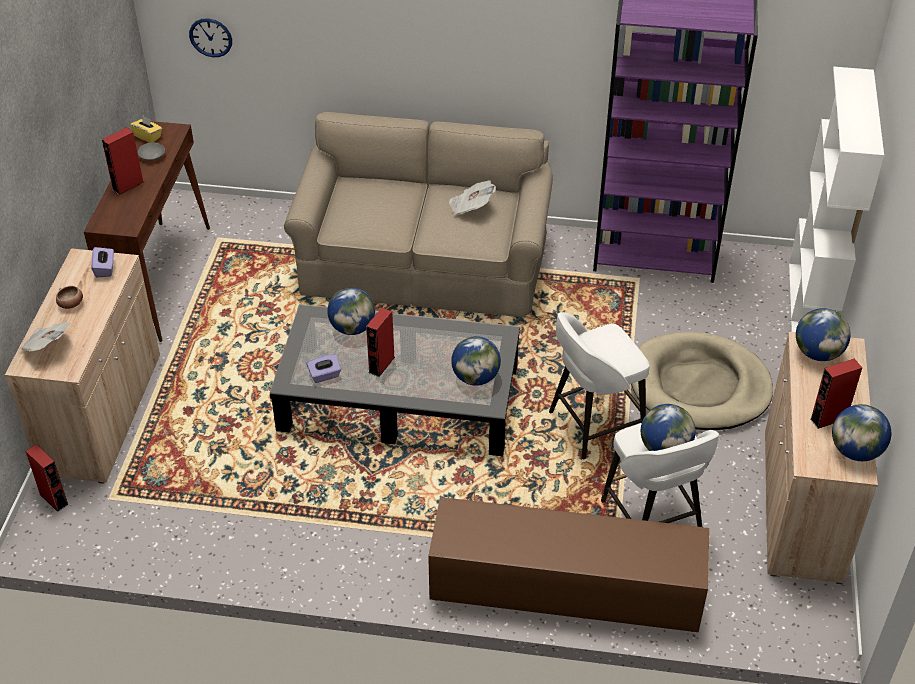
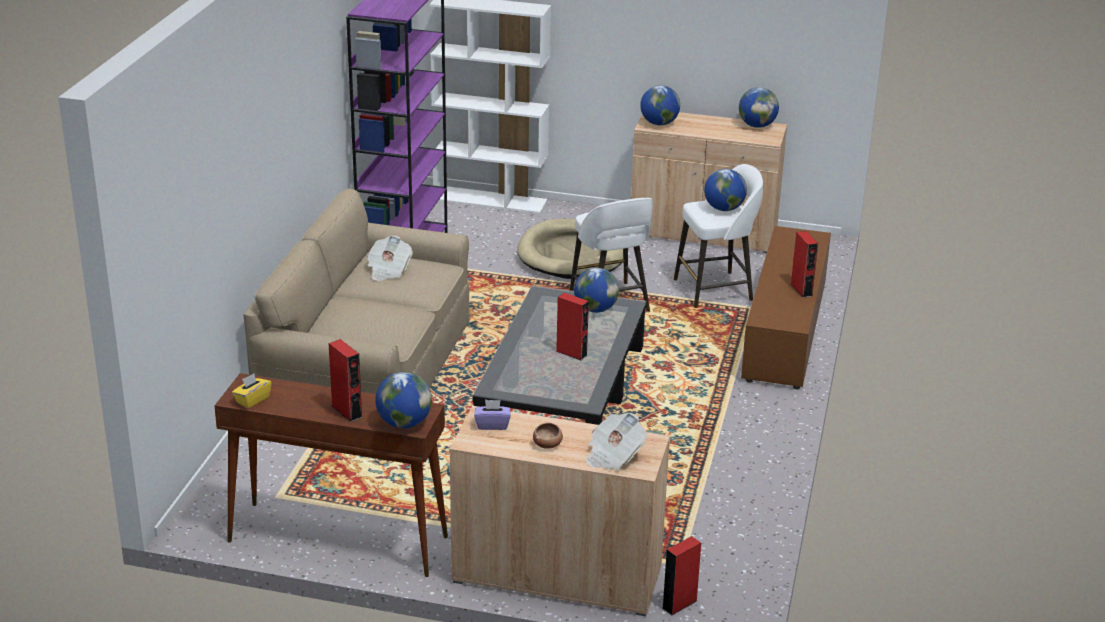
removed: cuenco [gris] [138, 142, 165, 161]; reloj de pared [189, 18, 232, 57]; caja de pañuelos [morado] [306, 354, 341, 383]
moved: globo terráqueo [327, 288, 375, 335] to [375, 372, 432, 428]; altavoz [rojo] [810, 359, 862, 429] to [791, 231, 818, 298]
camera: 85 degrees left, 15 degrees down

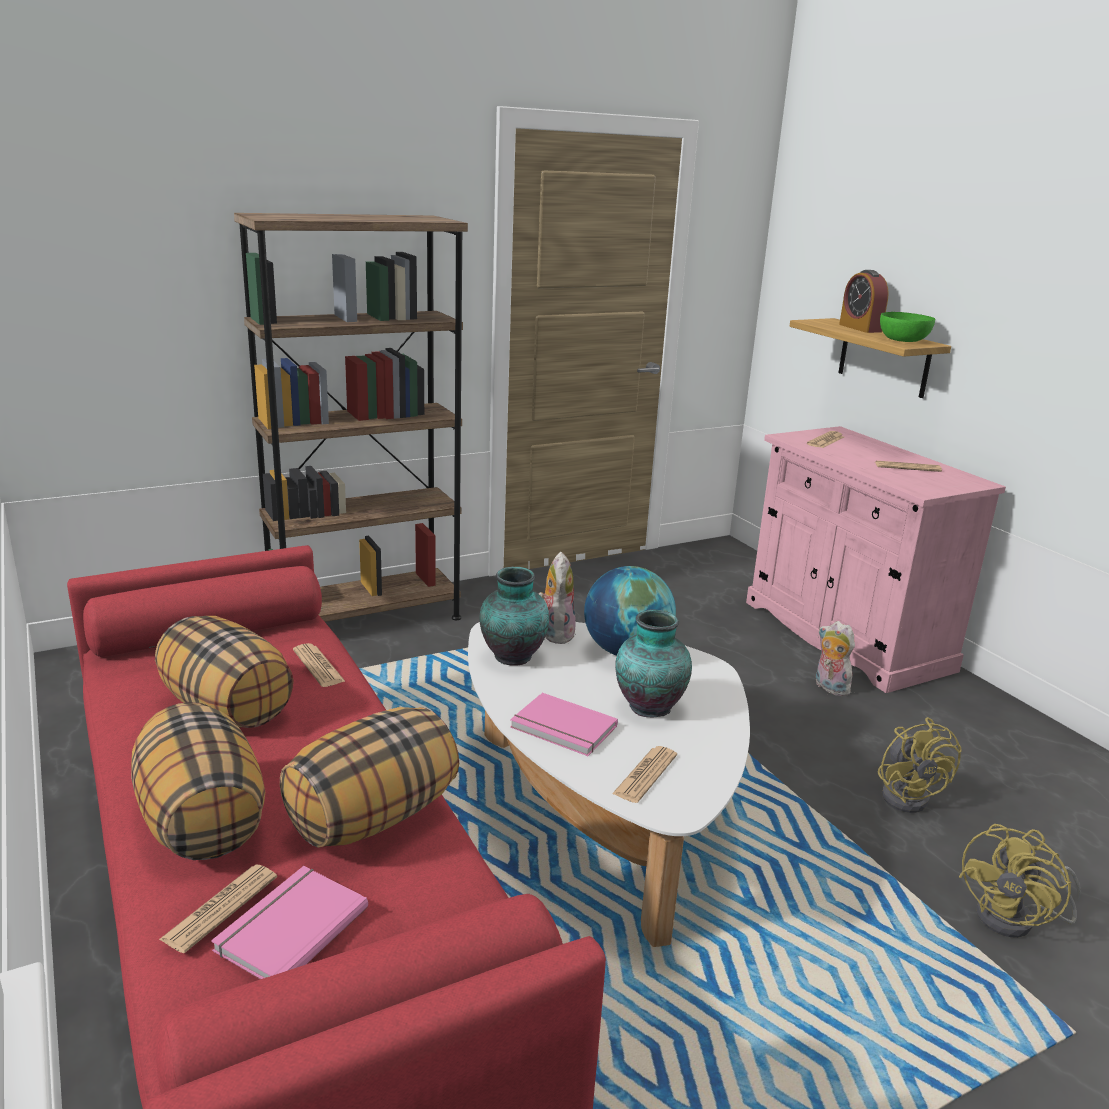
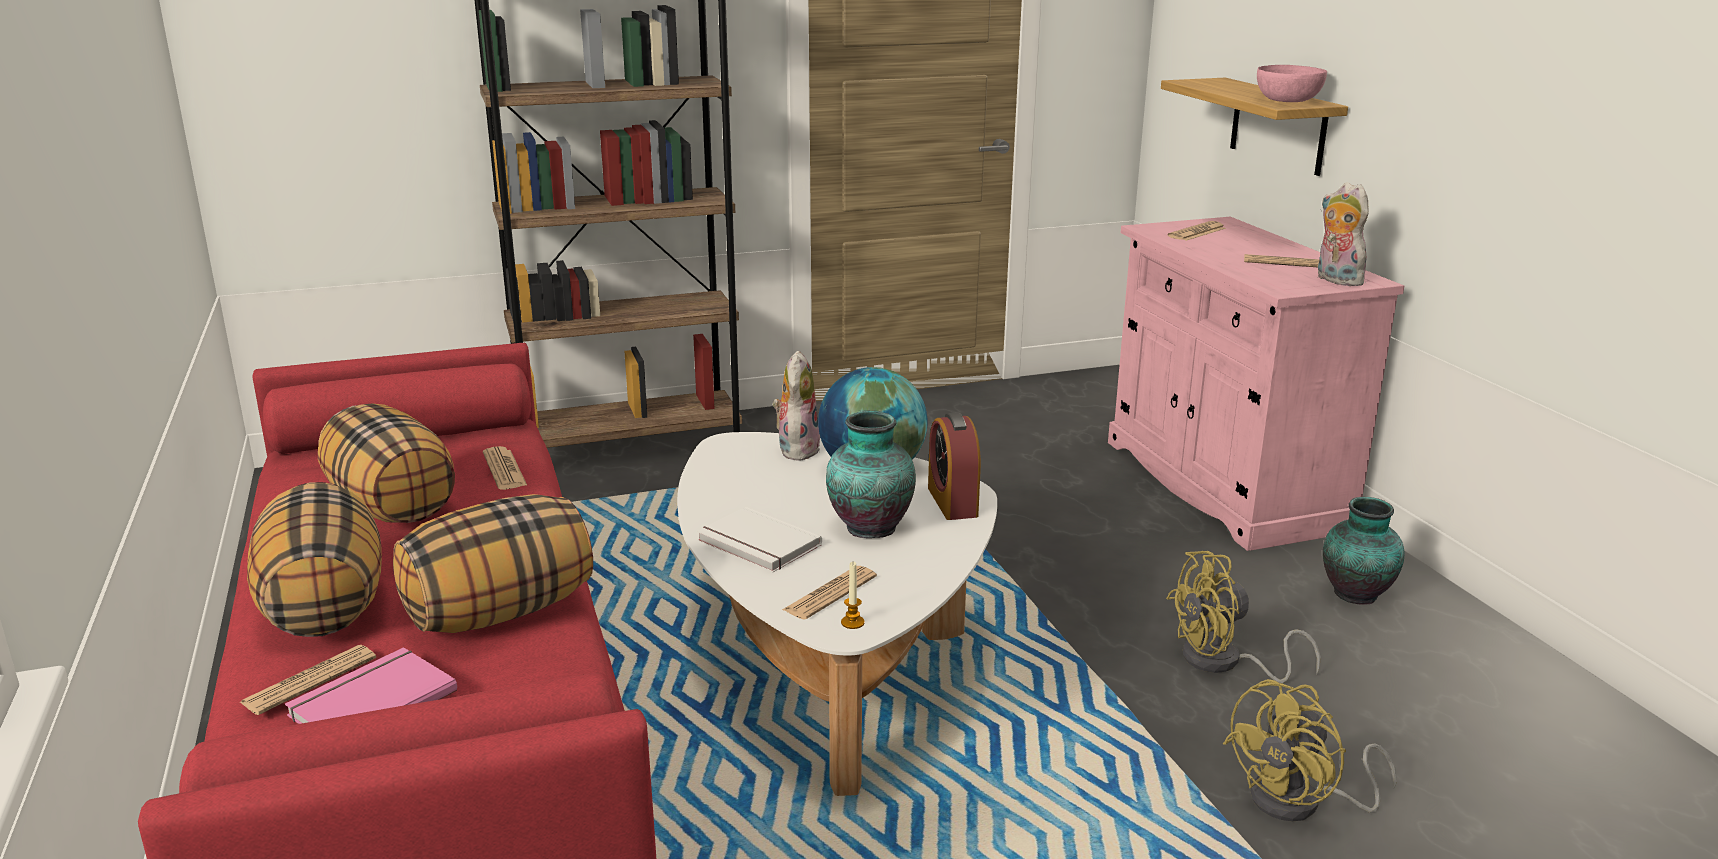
added: vela [841, 562, 865, 629]
moved: florero [479, 567, 549, 666] to [1323, 497, 1405, 605]; peluche [816, 621, 855, 696] to [1318, 182, 1369, 286]; despertador [839, 270, 889, 333] to [928, 412, 981, 520]
recoloured: libro [rosa] [510, 693, 618, 756] to libro [blanco] [697, 506, 822, 573]; cuenco [verde] [880, 312, 935, 342] to cuenco [rosa] [1257, 65, 1327, 102]
turned: ventilador [amarillo] [878, 717, 962, 813] = [1166, 551, 1321, 683] 75 degrees clockwise
camera: 10 degrees right, 0 degrees up

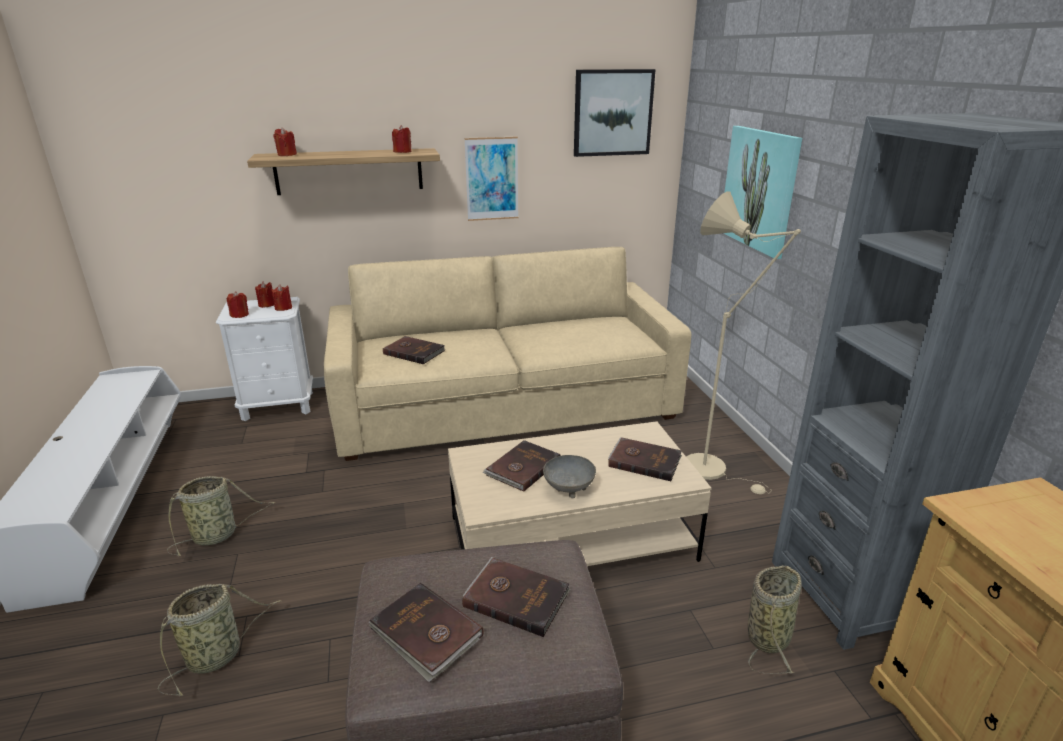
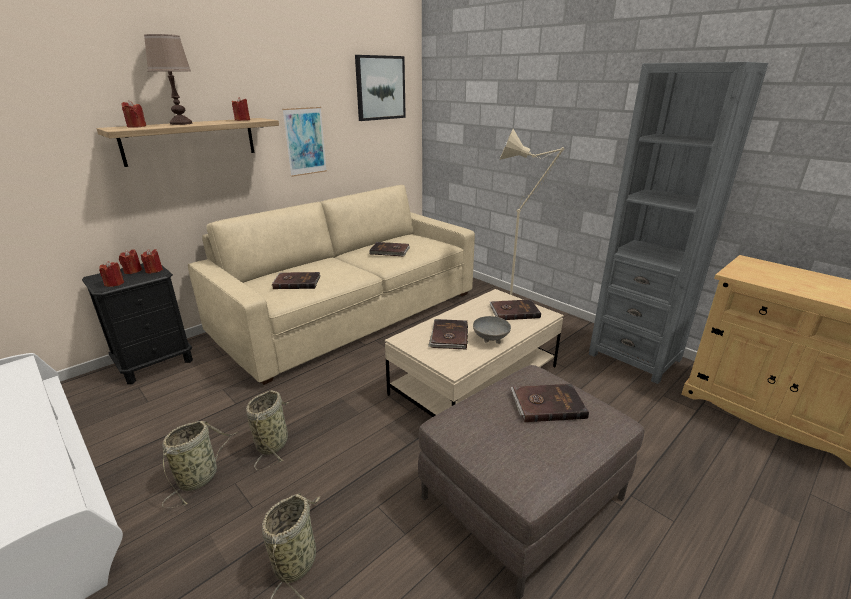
removed: cuadro [723, 126, 802, 259]
added: lámpara de mesa [marrón] [144, 34, 192, 125]
moved: libro [marrón] [369, 583, 483, 682] to [369, 242, 410, 257]; cesta [748, 565, 802, 674] to [246, 390, 288, 470]
recoloured: mesita de noche [blanco] [216, 297, 313, 421] to mesita de noche [negro] [82, 263, 193, 384]
camera: 30 degrees left, 0 degrees up

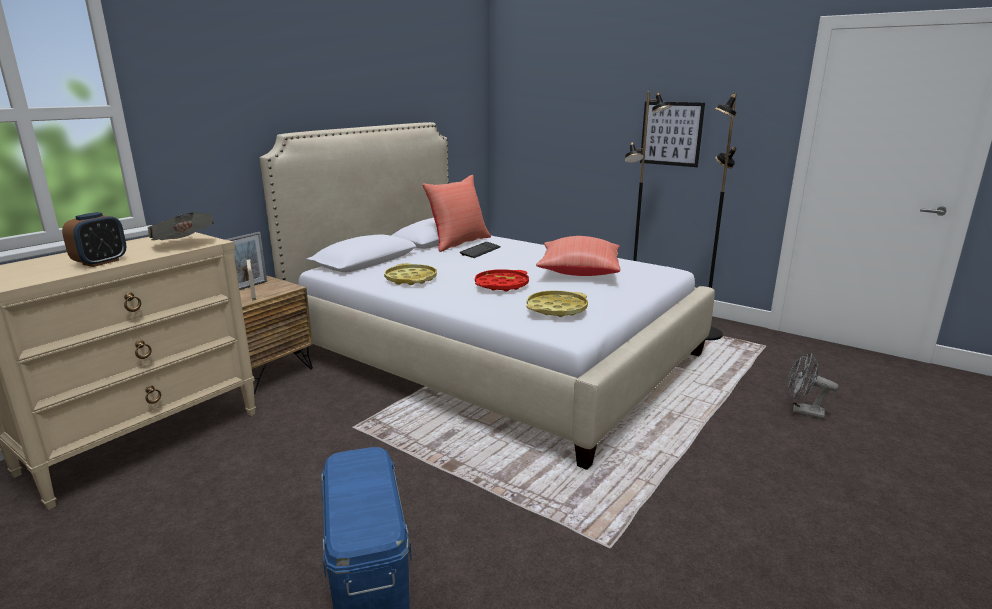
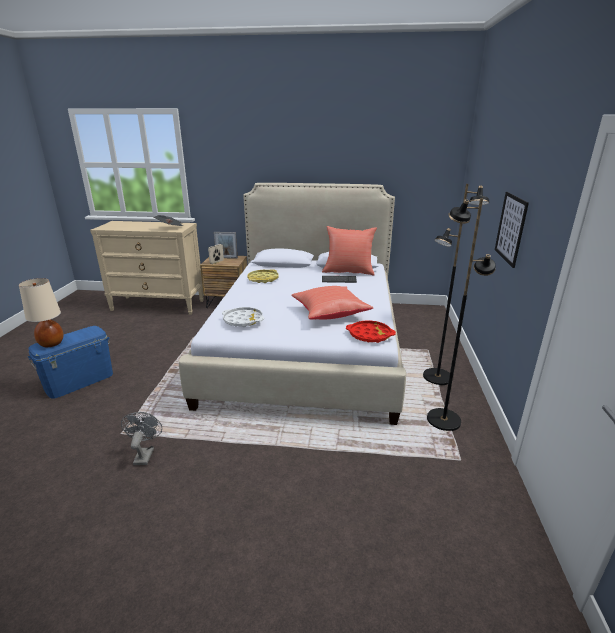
removed: despertador [62, 212, 126, 267]
added: lámpara de mesa [beis] [19, 278, 64, 347]
moved: bandeja [rojo] [475, 269, 529, 292] to [346, 320, 396, 343]; ventilador [gris] [788, 353, 838, 419] to [121, 412, 162, 465]
recoloured: bandeja [amarillo] [526, 290, 588, 317] to bandeja [blanco] [222, 307, 264, 327]
camera: 60 degrees right, 5 degrees up

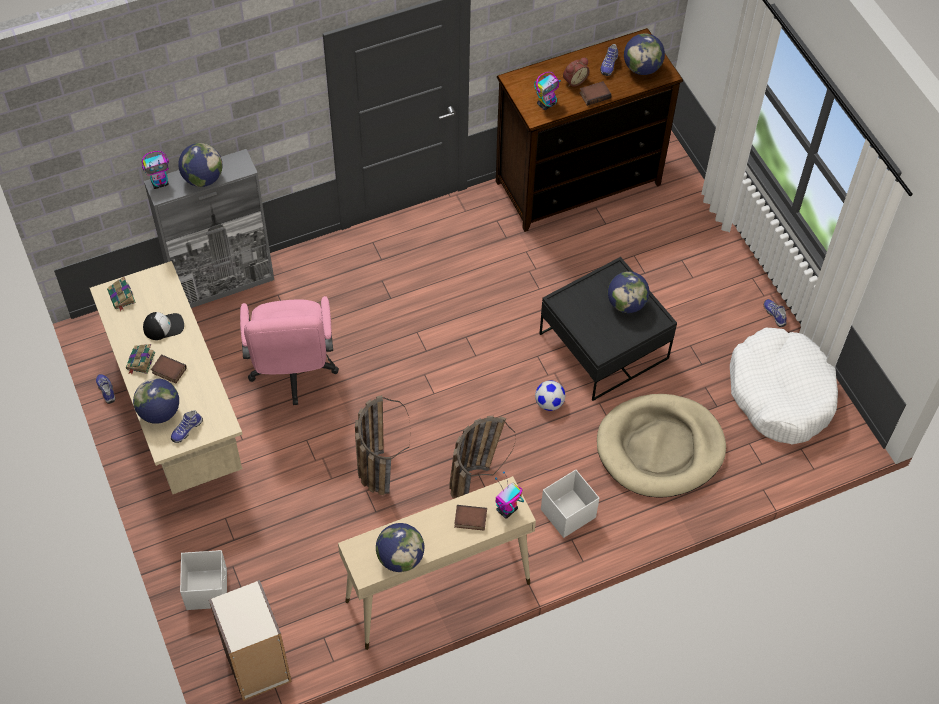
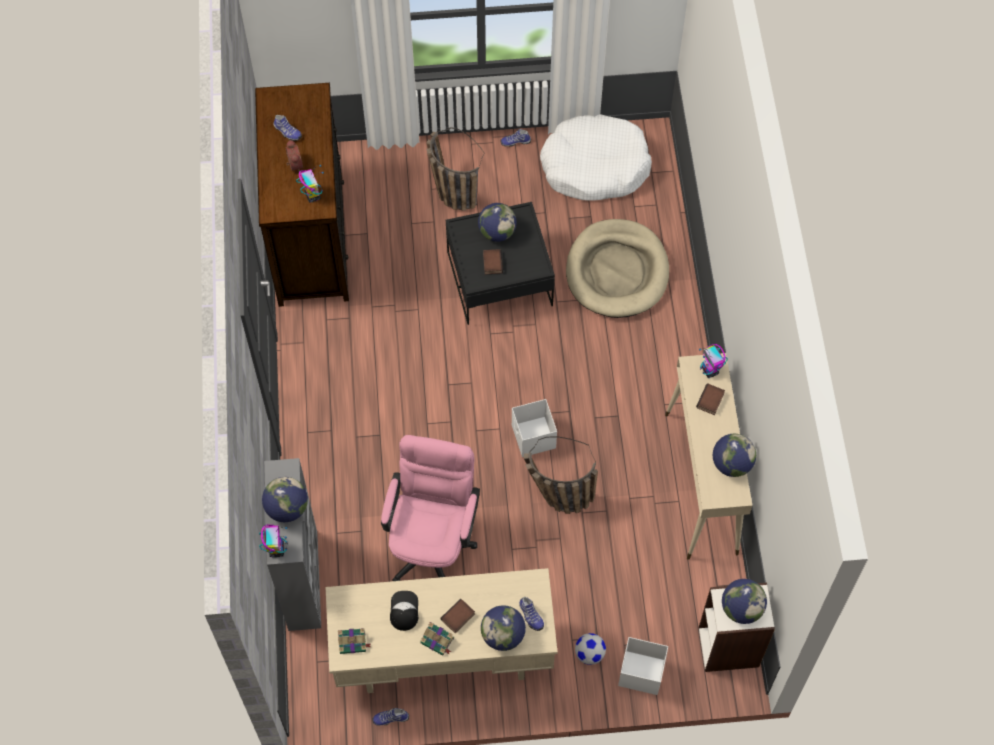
moved: cesta [449, 416, 516, 498] to [426, 127, 484, 211]; balón de fútbol [535, 380, 565, 411] to [575, 633, 606, 665]; caja de almacenaje [blanco] [541, 470, 599, 538] to [512, 399, 557, 457]; libro [579, 81, 611, 106] to [483, 249, 503, 274]; globo terráqueo [624, 33, 665, 75] to [722, 579, 767, 624]
turned: silla de oficina [rosa] [240, 296, 339, 405] = [381, 435, 480, 581] 90 degrees counterclockwise
camera: 70 degrees left, 5 degrees up

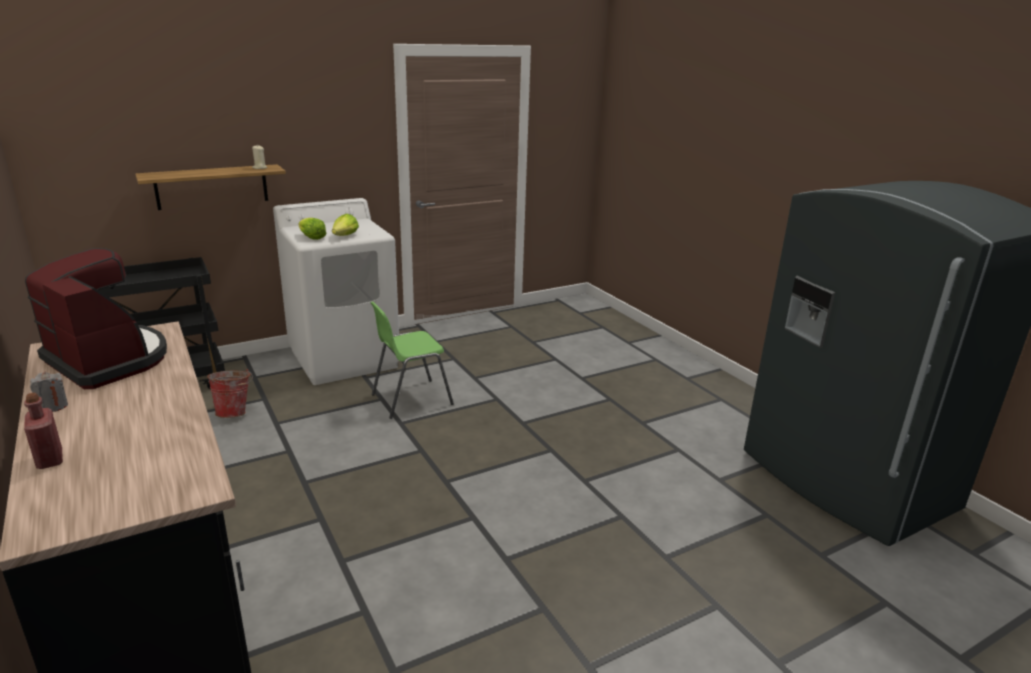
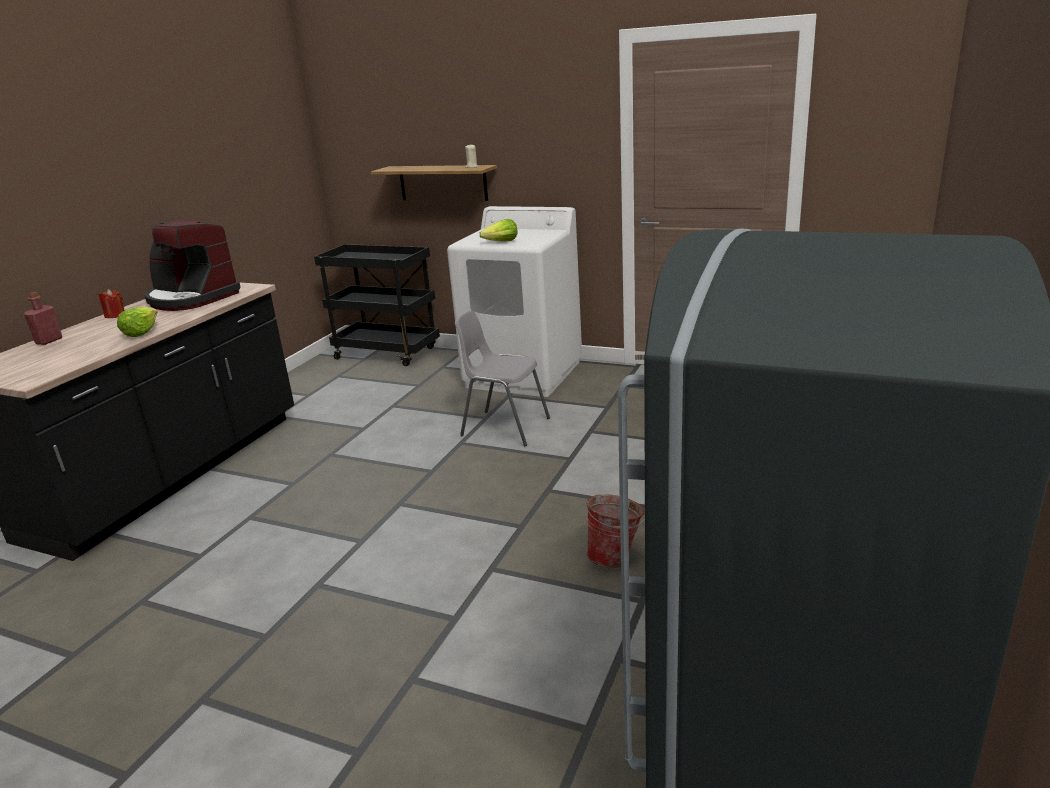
moved: cubo [207, 369, 253, 418] to [585, 494, 645, 568]; lechuga [298, 218, 326, 240] to [117, 307, 158, 337]
recoloured: vela [gris] [30, 372, 68, 412] to vela [rojo] [99, 289, 125, 318]; silla [verde] [370, 301, 454, 419] to silla [gris] [455, 311, 550, 446]
turned: cafetera [25, 248, 167, 389] = [144, 220, 240, 311] 120 degrees clockwise
camera: 55 degrees right, 0 degrees up

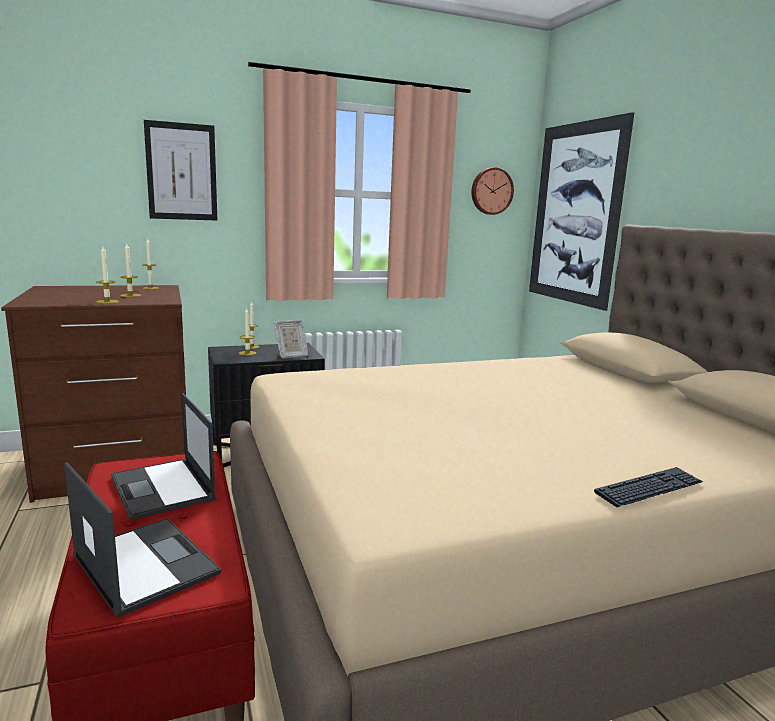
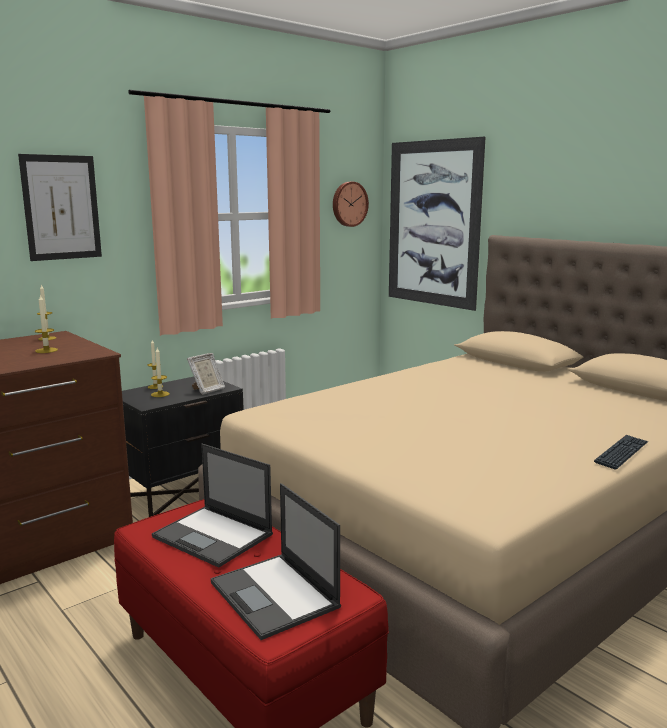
removed: vela [96, 246, 119, 304]
turned: portátil [64, 462, 221, 618] = [211, 483, 341, 640] 150 degrees counterclockwise
camera: 20 degrees left, 0 degrees up

